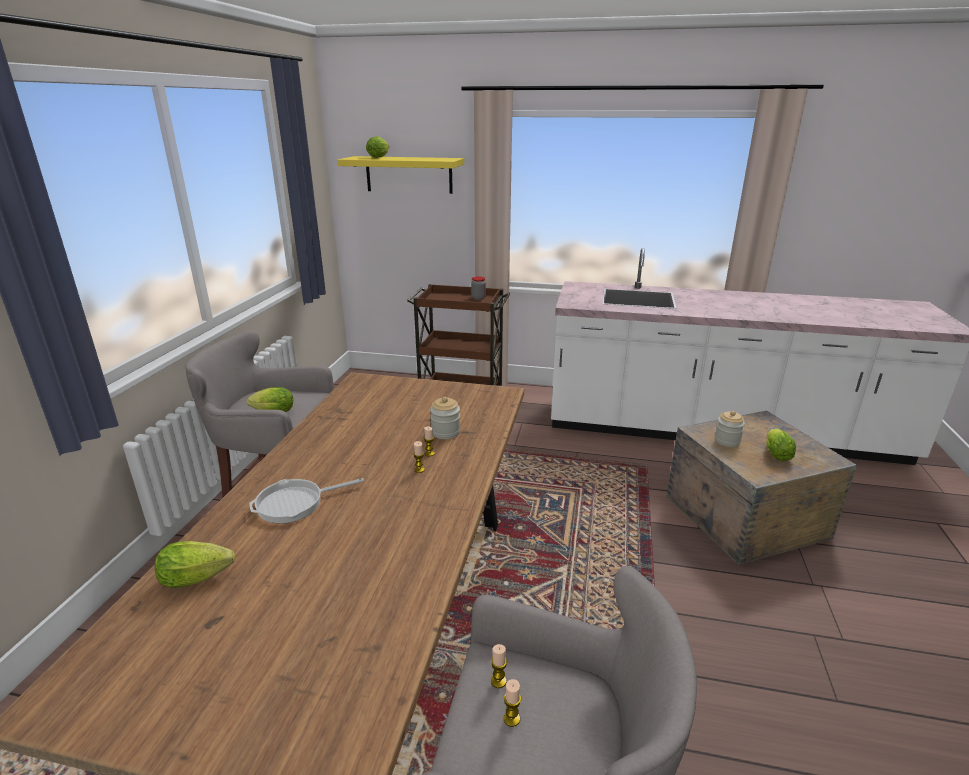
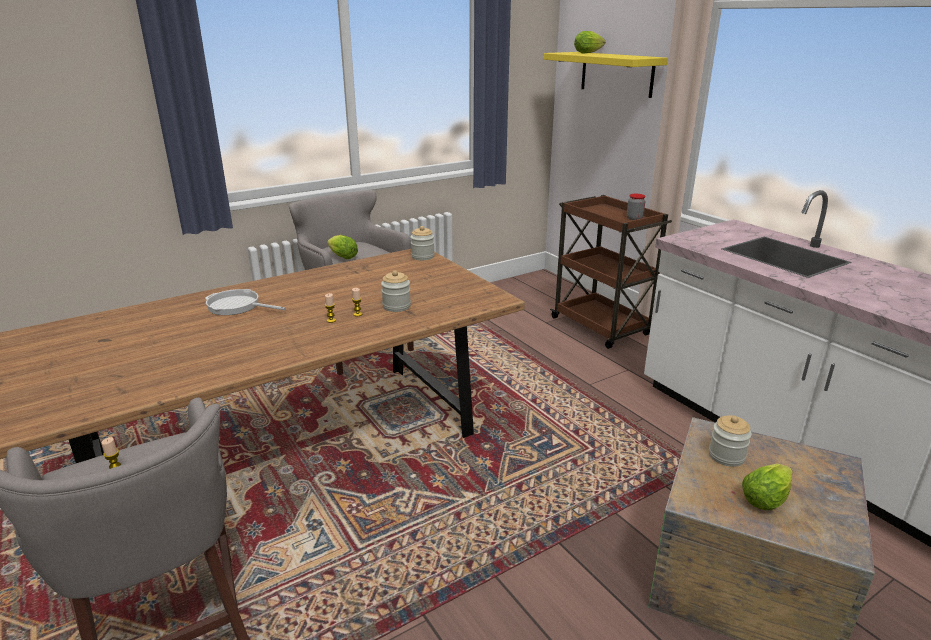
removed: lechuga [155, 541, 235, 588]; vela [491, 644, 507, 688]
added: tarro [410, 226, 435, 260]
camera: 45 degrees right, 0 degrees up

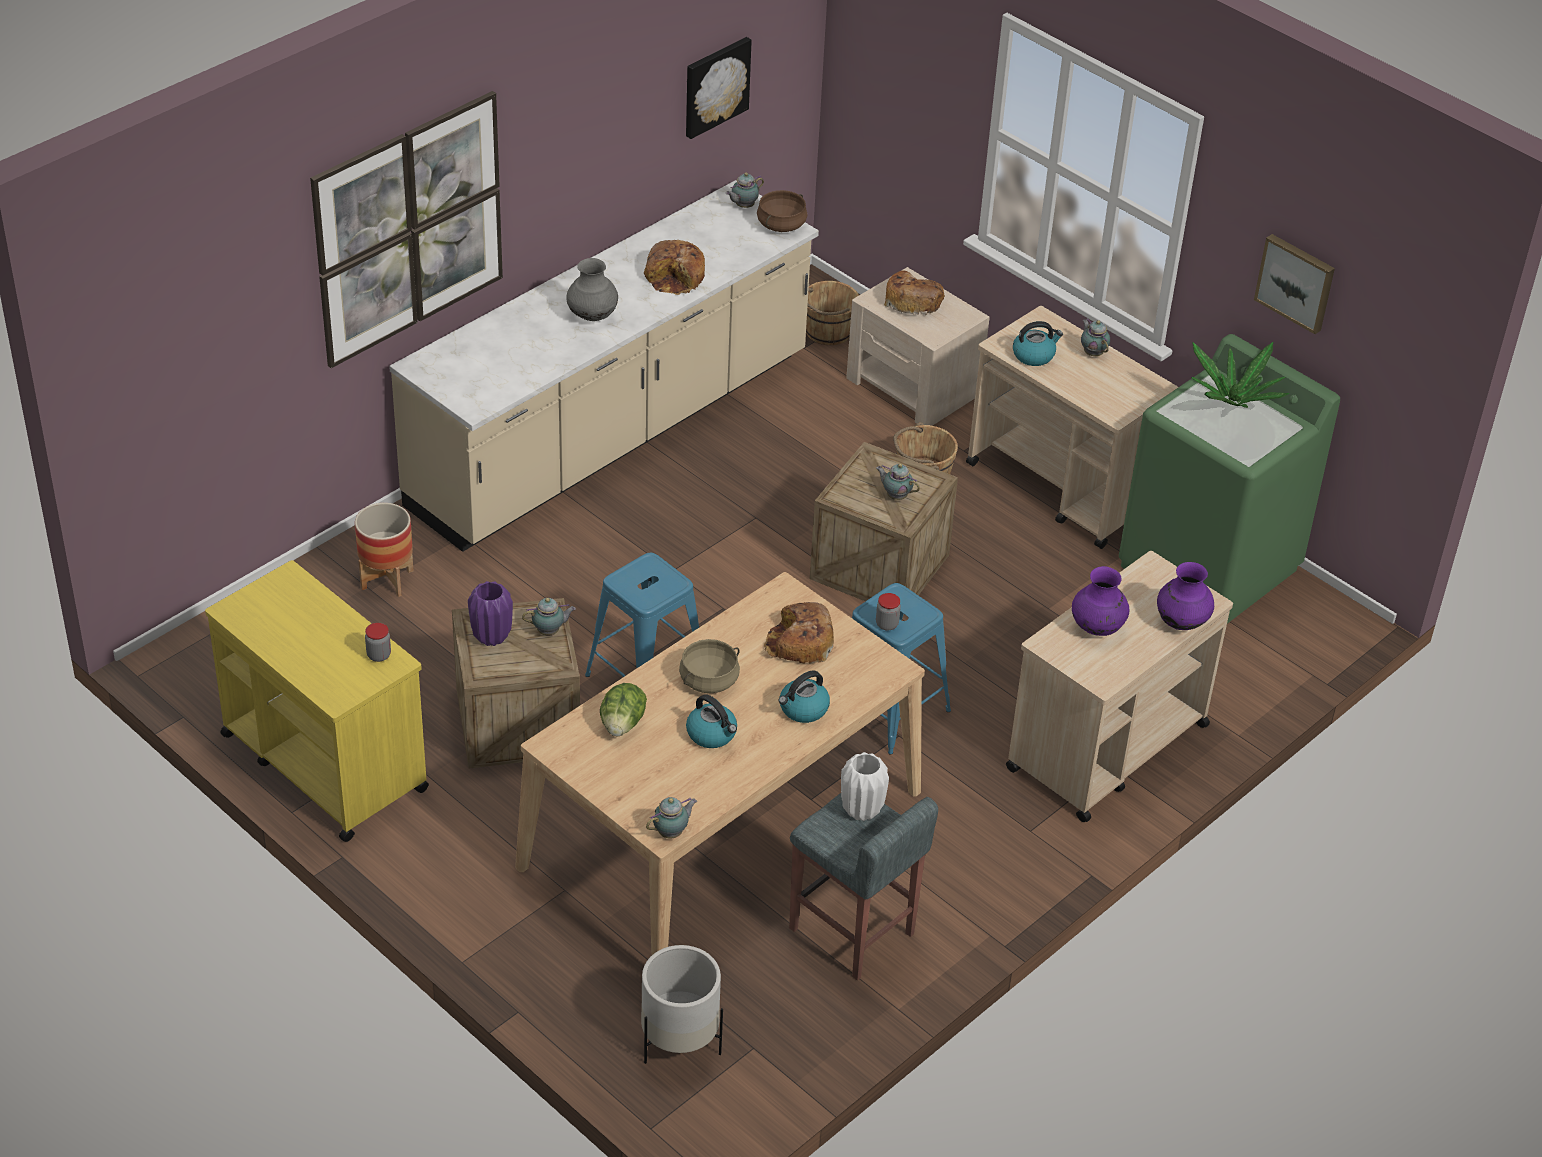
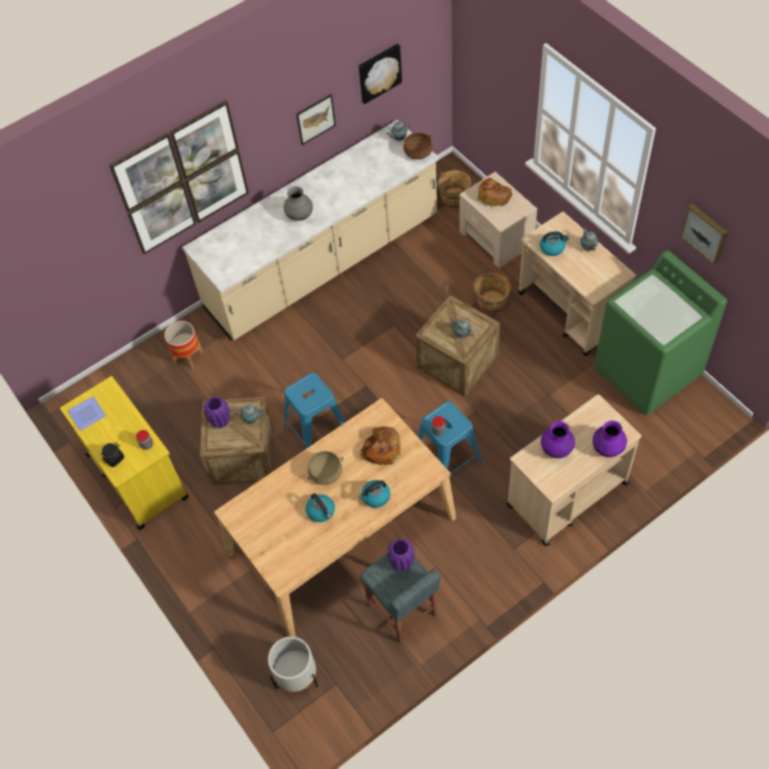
removed: lechuga [600, 683, 647, 736]; pan [644, 240, 705, 295]; tetera [646, 797, 697, 838]; planta en maceta [1191, 342, 1289, 408]
added: plato [68, 396, 106, 431]; tarro [negro] [101, 443, 124, 467]; cuadro [296, 94, 336, 145]
recoloured: florero [blanco] [841, 752, 889, 821] to florero [morado] [387, 538, 414, 571]
camera: 15 degrees right, 15 degrees up

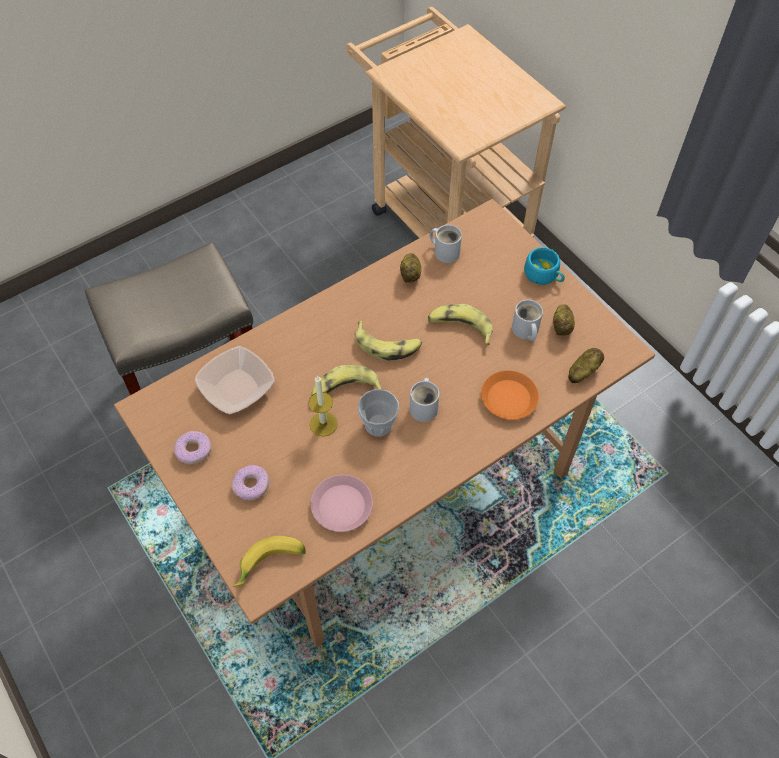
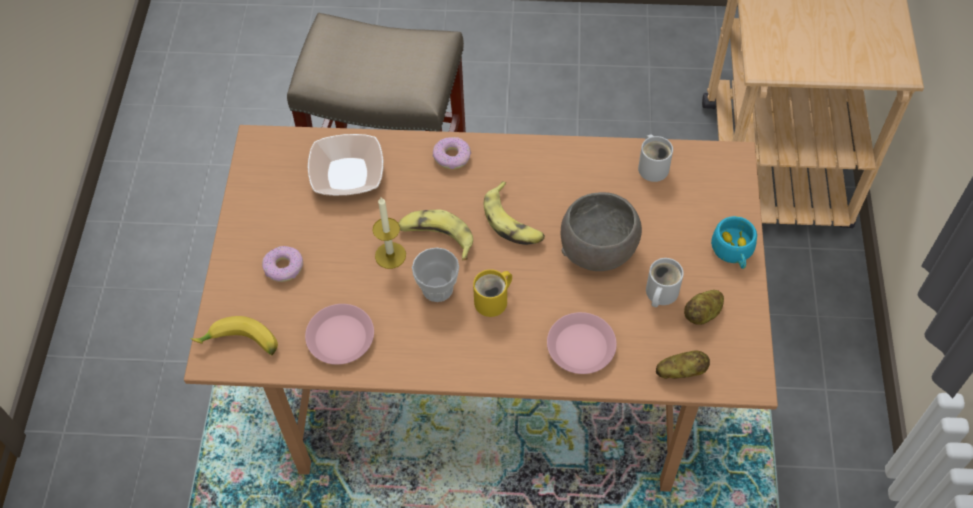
removed: patata [400, 253, 421, 283]
moved: rosquilla [174, 431, 212, 464] to [433, 137, 471, 170]
replaced: plátano [428, 304, 493, 345] to cuenco [gris] [561, 192, 642, 271]
recoloured: taza grande [blanco] [410, 378, 439, 422] to taza grande [amarillo] [473, 269, 512, 317]; plato [naranja] [481, 370, 539, 420] to plato [rosa] [547, 312, 617, 374]
camera: 40 degrees right, 0 degrees up

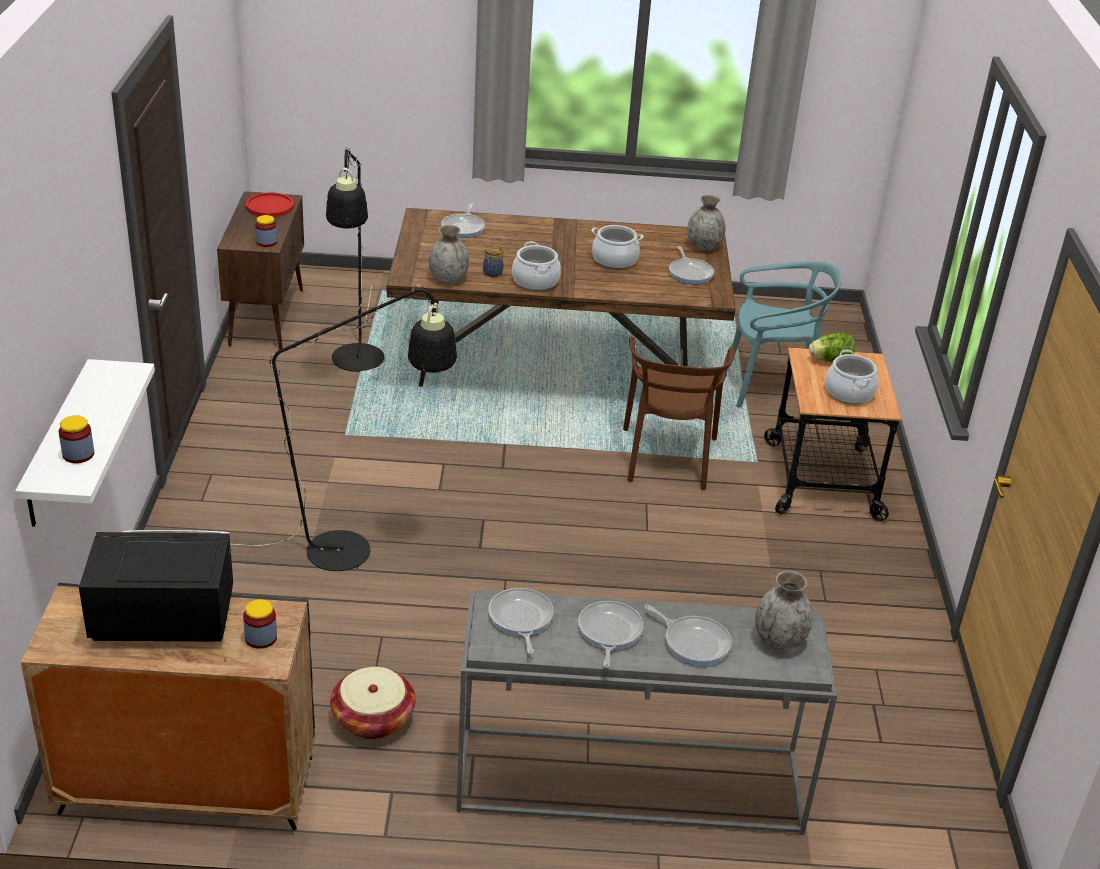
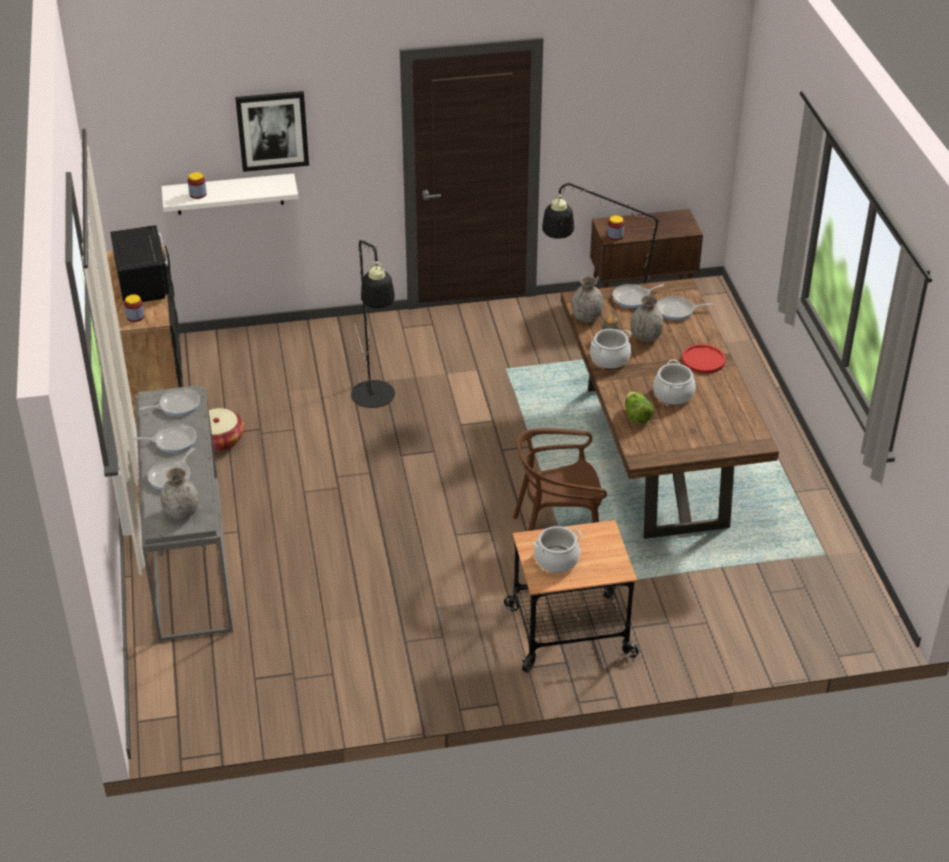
removed: silla [turquesa] [732, 261, 841, 408]
added: cuadro [235, 91, 309, 172]
moved: plato [rojo] [246, 192, 294, 217] to [682, 344, 726, 374]; sartén [669, 246, 714, 284] to [613, 284, 664, 308]; florero [gris] [687, 195, 725, 251] to [631, 295, 664, 342]; lechuga [809, 332, 855, 363] to [625, 392, 654, 424]
camera: 80 degrees right, 5 degrees up

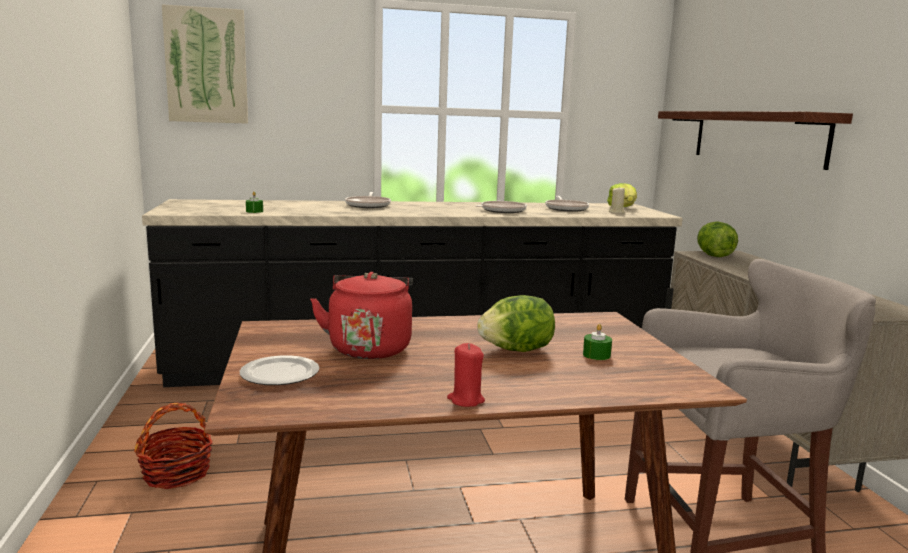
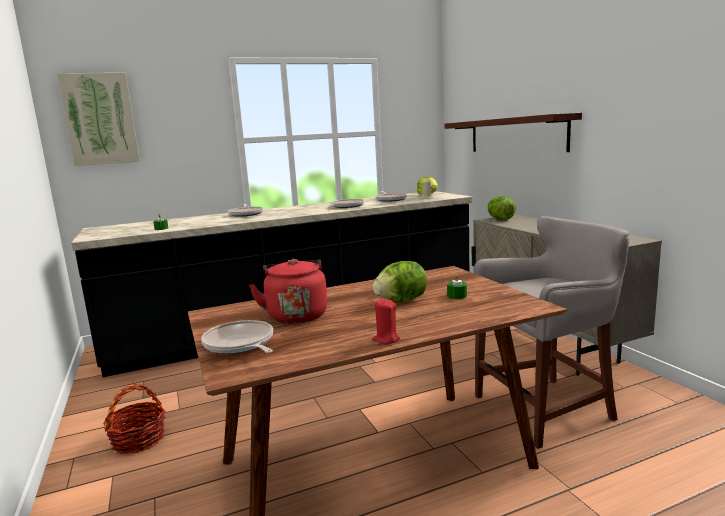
replaced: plato [240, 355, 319, 385] to sartén [201, 320, 273, 354]
camera: 10 degrees left, 0 degrees up

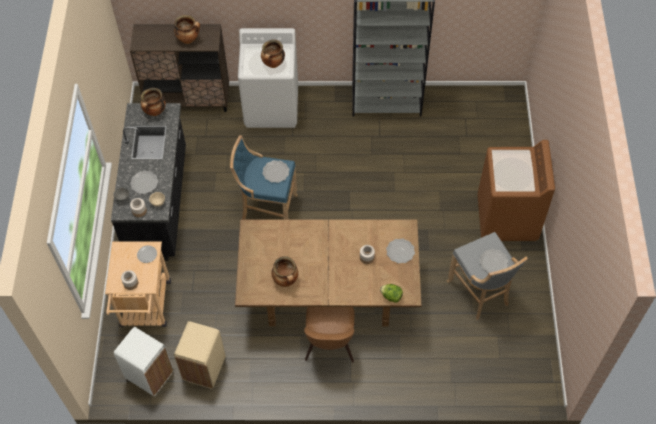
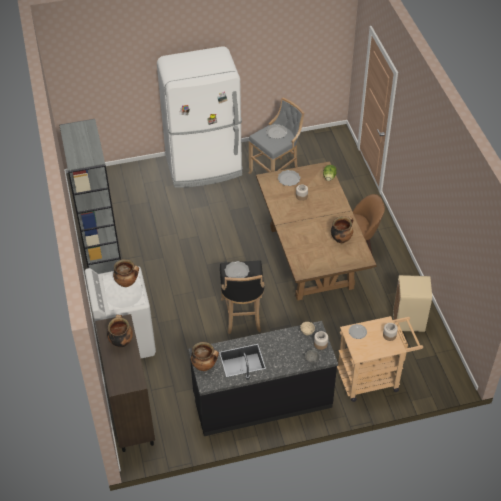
removed: papelera [blanco] [114, 327, 174, 396]; plato [130, 171, 158, 194]
replaced: lavadora [marrón] [477, 140, 555, 241] to nevera [blanco] [157, 47, 243, 188]
recoloured: taburete [azul] [230, 135, 298, 219] to taburete [negro] [220, 260, 264, 334]
camera: 105 degrees left, 10 degrees down

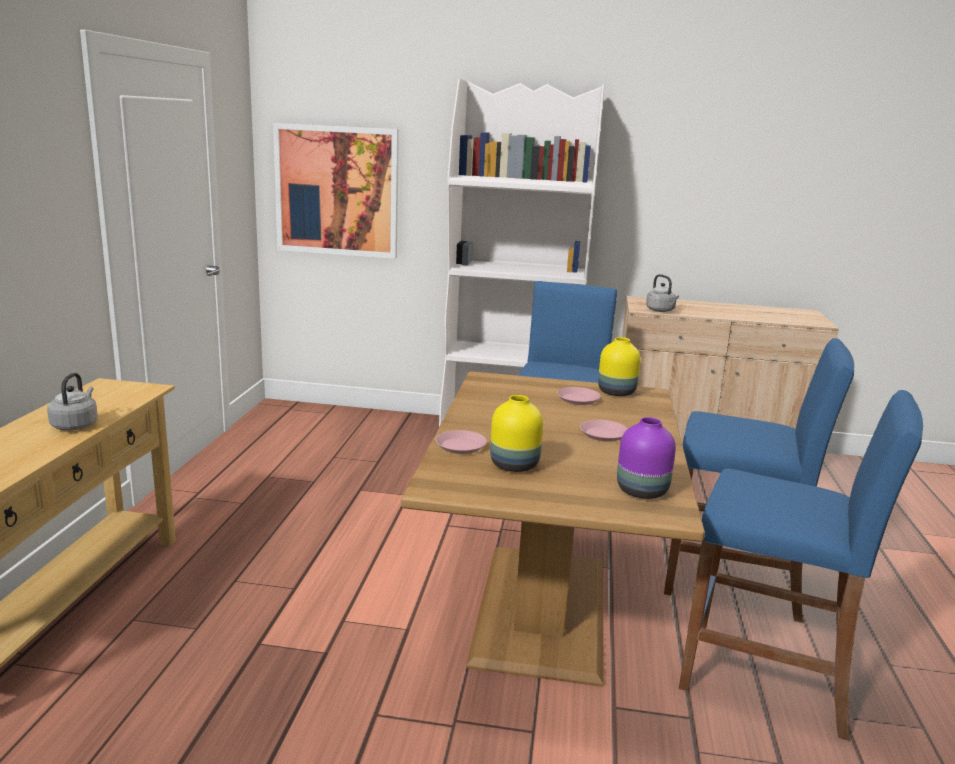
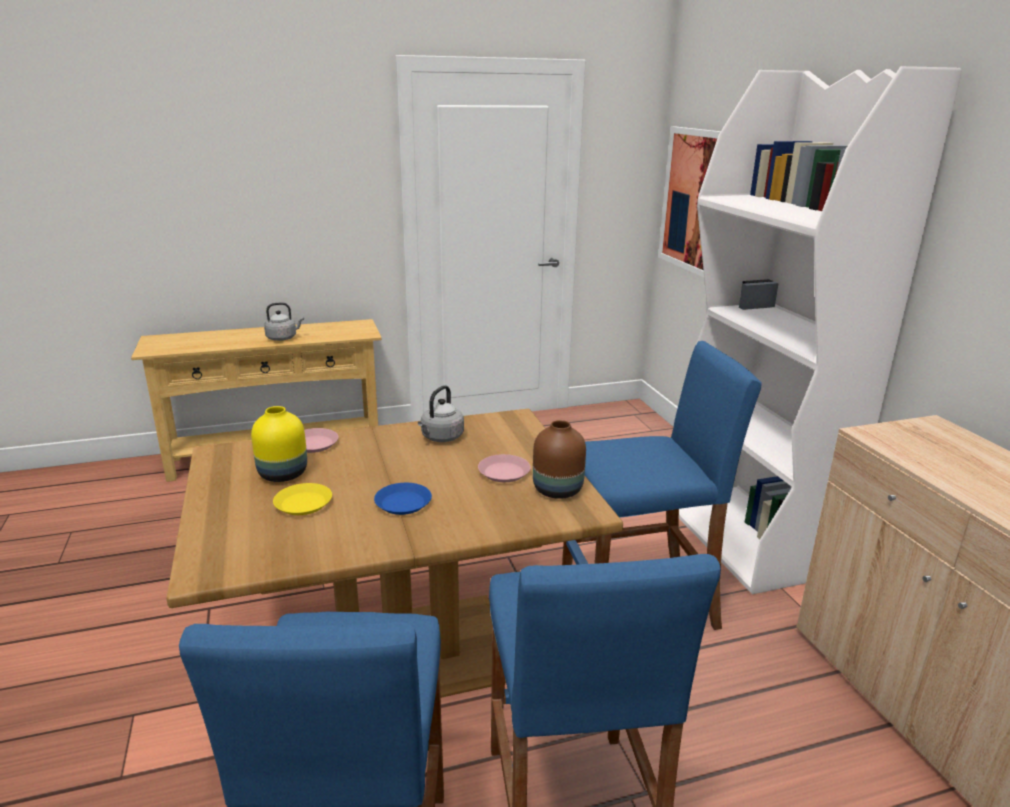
removed: florero [morado] [617, 417, 676, 499]
added: plato [amarillo] [273, 483, 332, 515]
moved: hervidor [gris] [646, 274, 679, 312] to [418, 385, 464, 442]
recoloured: plato [rosa] [580, 420, 628, 442] to plato [azul] [374, 483, 432, 515]; florero [amarillo] [598, 337, 641, 396] to florero [marrón] [533, 420, 586, 499]
camera: 65 degrees right, 5 degrees up

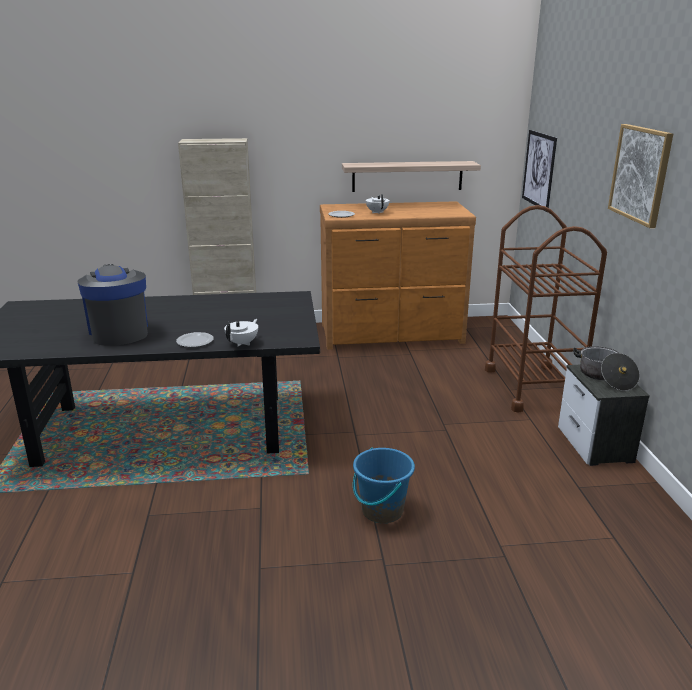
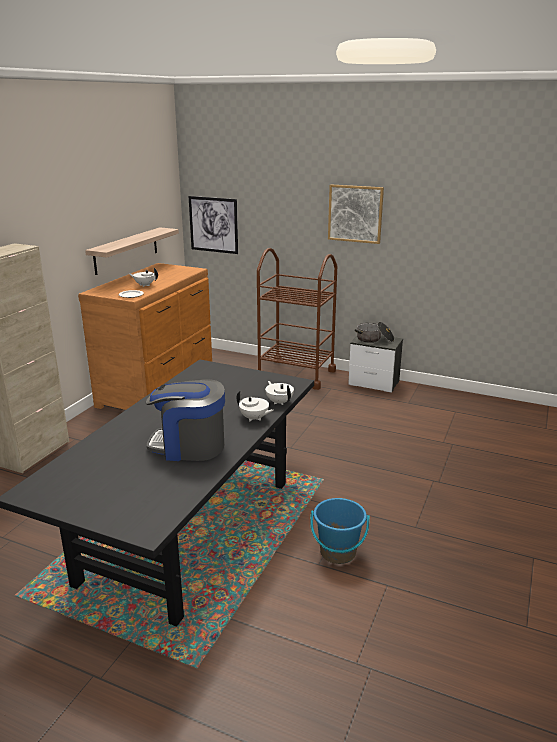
moved: cubo [azul] [353, 448, 415, 523] to [310, 498, 370, 564]
replaced: plato [176, 332, 214, 347] to tetera [blanco] [236, 391, 274, 422]
camera: 60 degrees left, 0 degrees up

